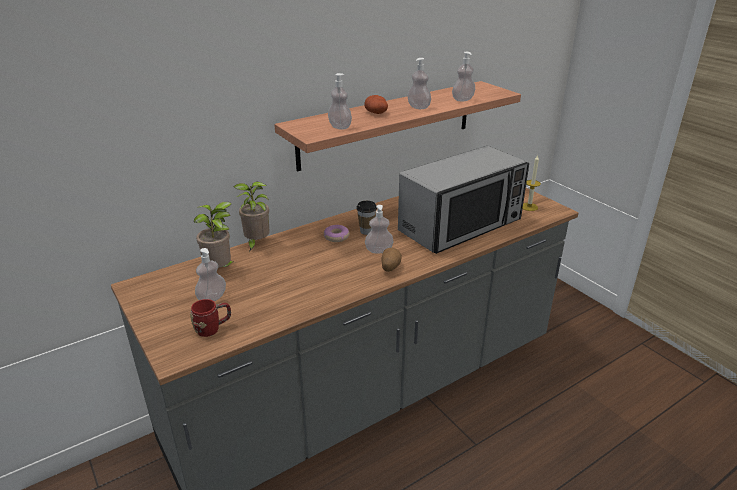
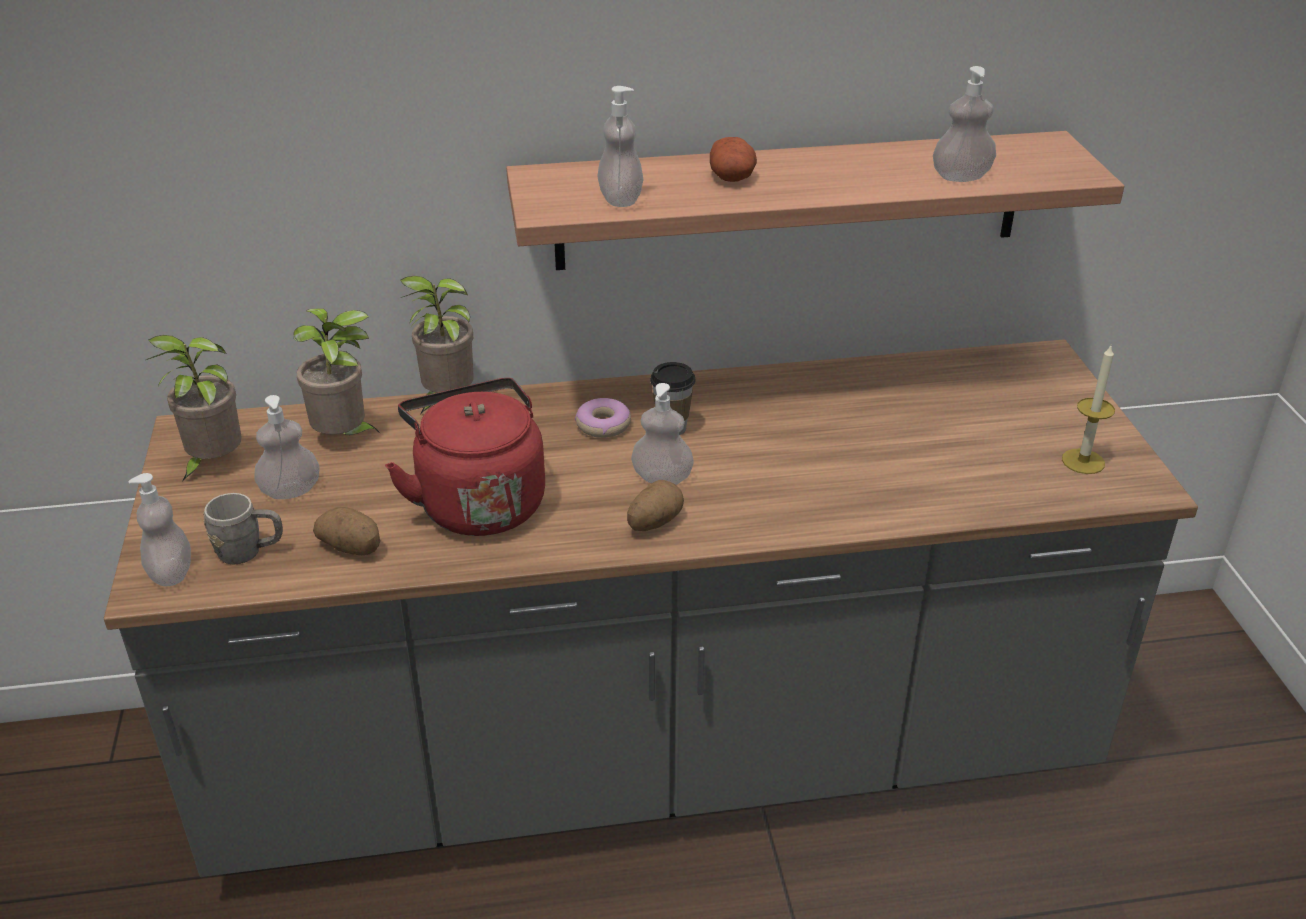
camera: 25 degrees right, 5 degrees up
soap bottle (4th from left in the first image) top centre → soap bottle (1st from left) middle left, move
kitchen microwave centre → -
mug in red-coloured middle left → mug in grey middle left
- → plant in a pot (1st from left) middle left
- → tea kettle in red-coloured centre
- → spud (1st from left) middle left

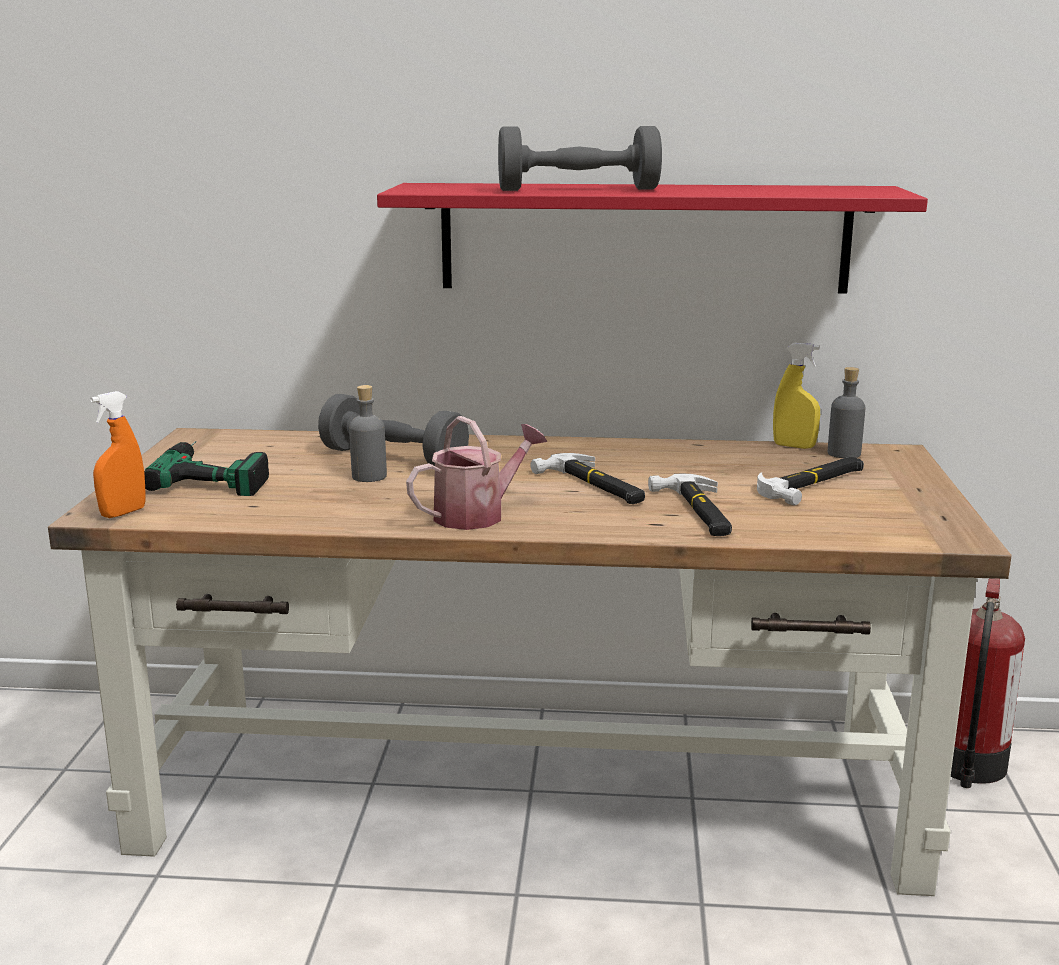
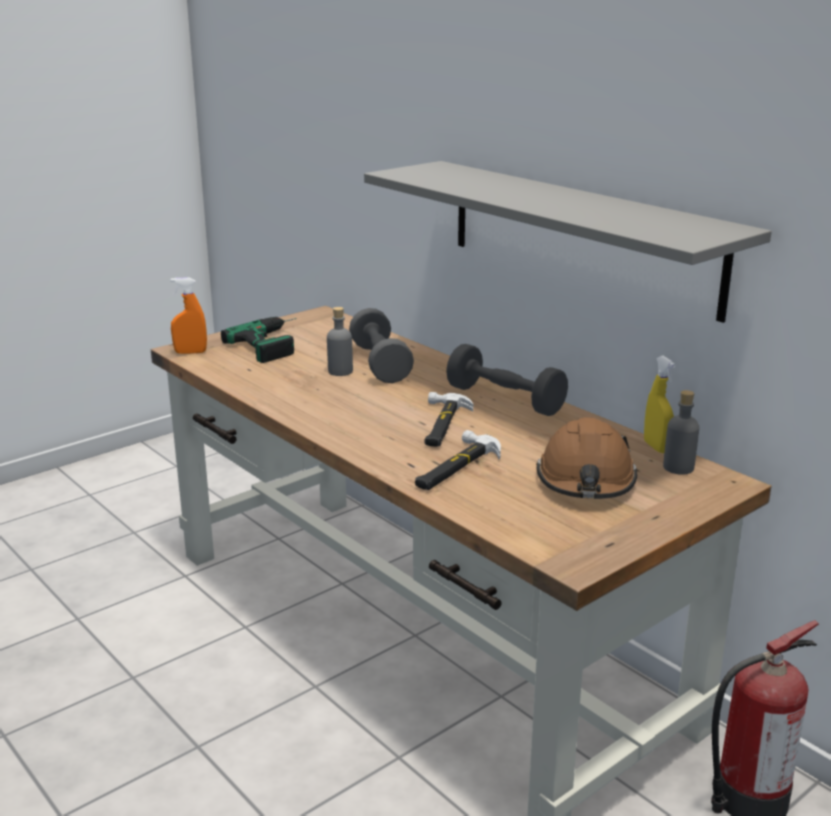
camera: 45 degrees right, 5 degrees up
free weight in grey (2nd from left) top centre → free weight in grey (2nd from left) centre, move
shelf in red-coloured top centre → shelf in grey top right
sprinkling can centre → -
hammer (3rd from left) middle right → work helmet in brown-coloured middle right

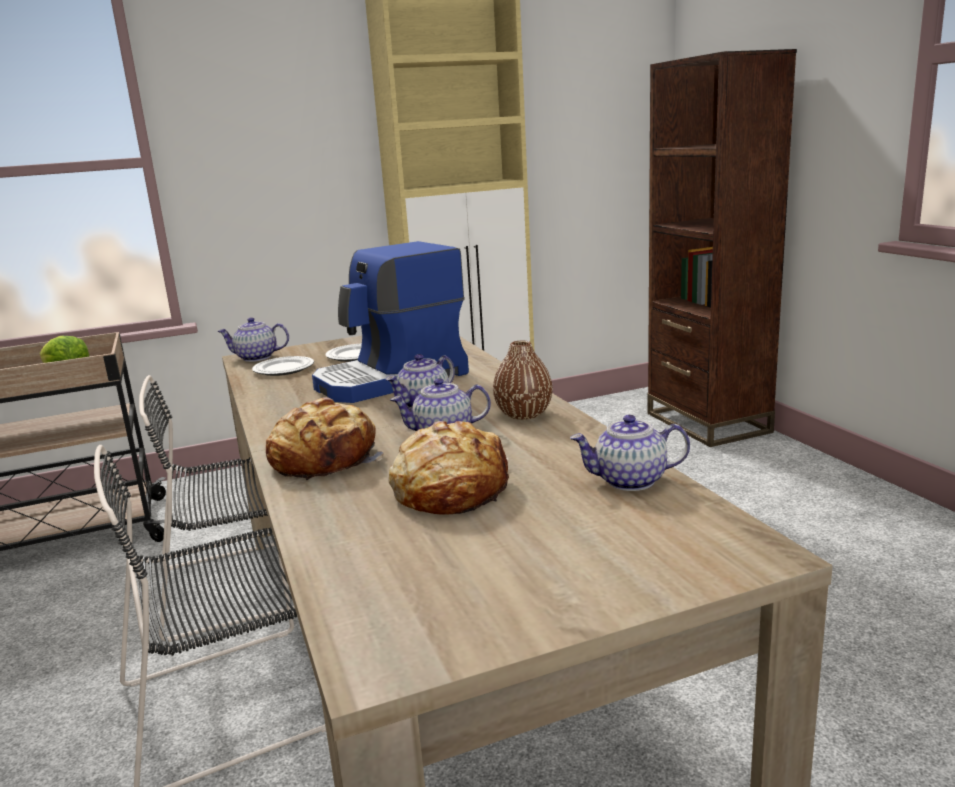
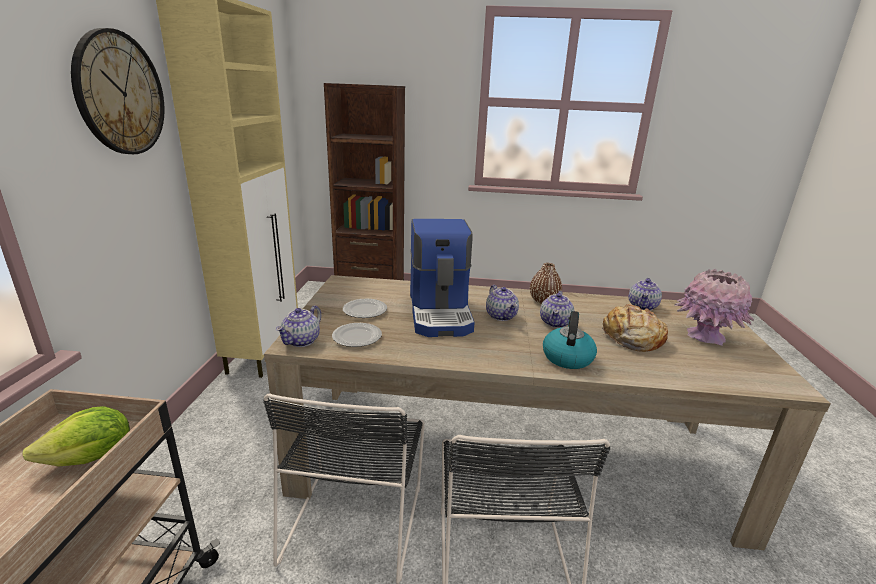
camera: 65 degrees left, 5 degrees up
bakery bread (1st from left) centre → tea kettle centre
- → hanging clock top left
- → vase in pink-coloured middle right

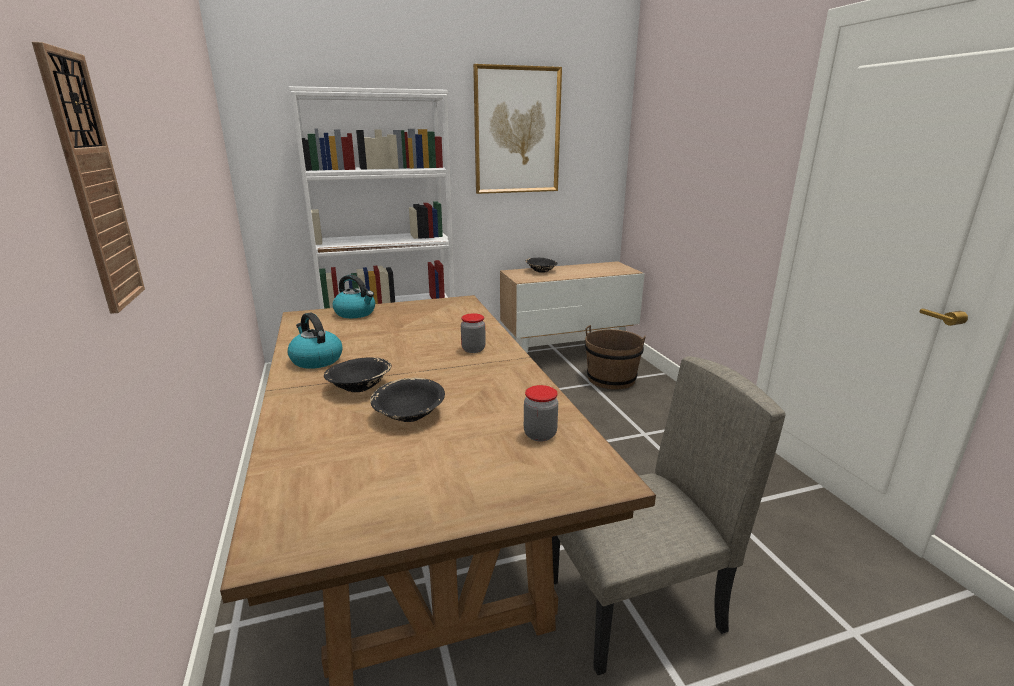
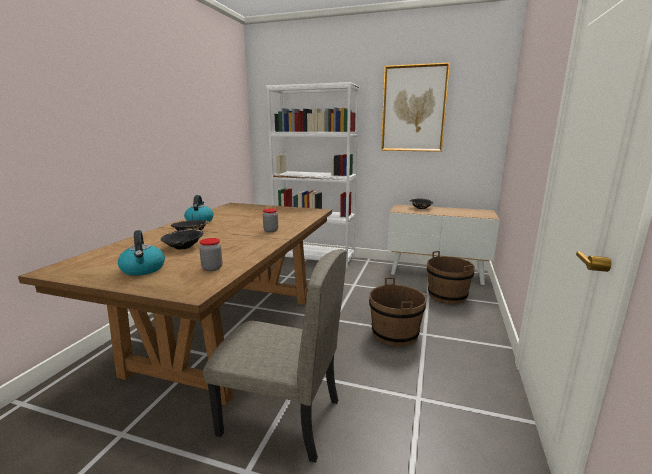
camera: 35 degrees right, 5 degrees down
hanging clock top left → -
tea kettle (2nd from left in the first image) centre → tea kettle (1st from left) middle left, move
- → pail in brown-coloured (1st from left) centre

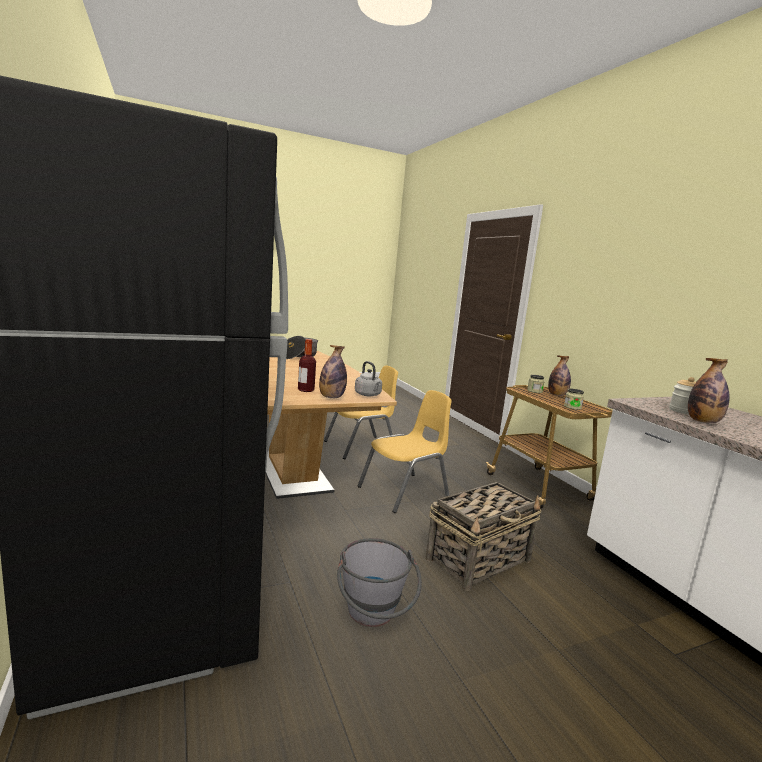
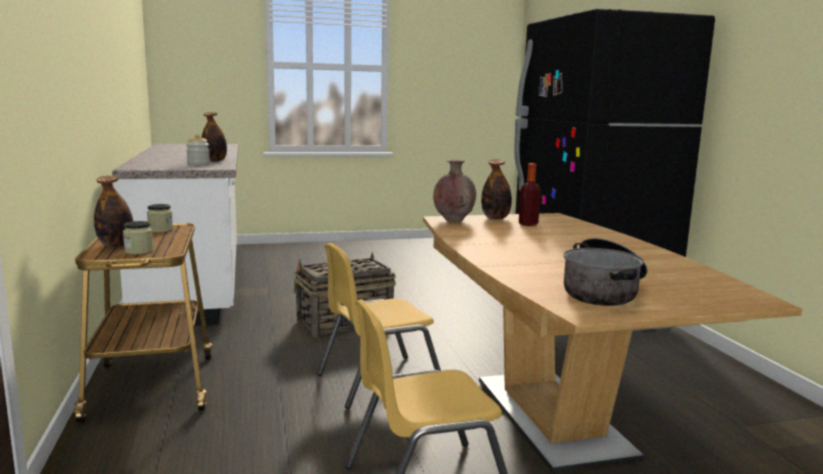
camera: 170 degrees left, 0 degrees up
tea kettle in grey centre → vase in brown-coloured centre
pail in grey bottom centre → -

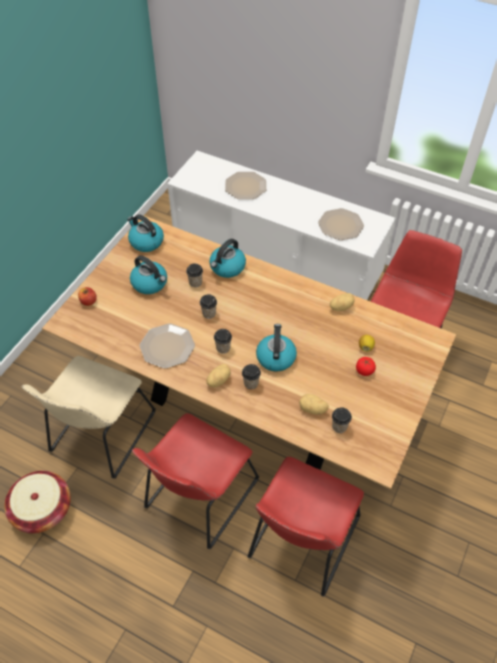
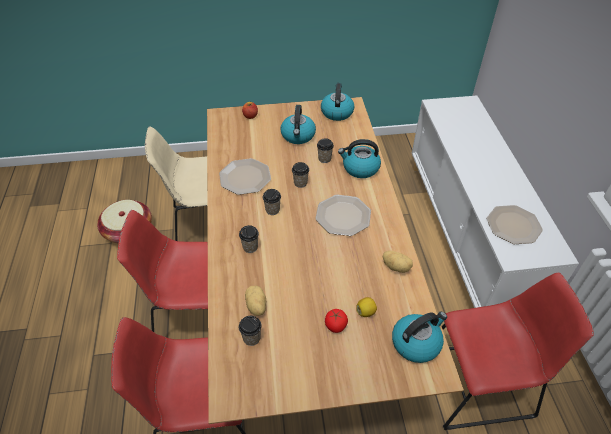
camera: 55 degrees right, 5 degrees down
dinner plate (2nd from left) top centre → dinner plate (2nd from left) centre, move
tea kettle (4th from left) centre → tea kettle (4th from left) bottom right, move
spud (1st from left) centre → -

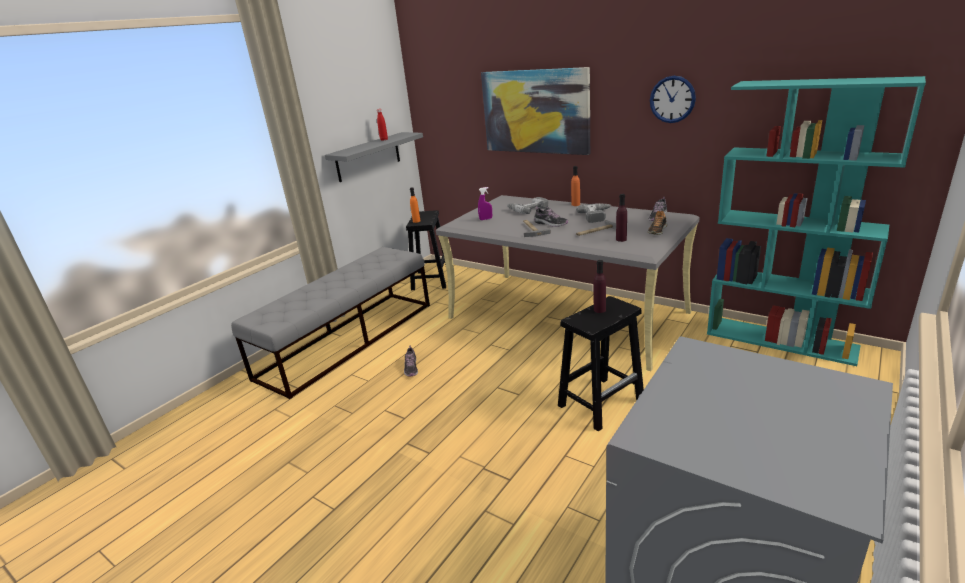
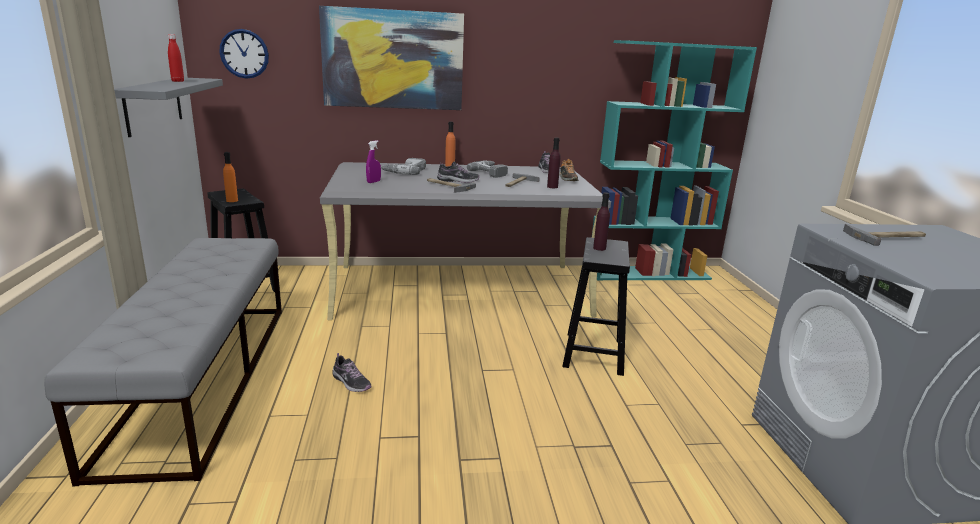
camera: 45 degrees left, 5 degrees down
hanging clock top right → hanging clock top left, move
- → hammer (3rd from left) middle right

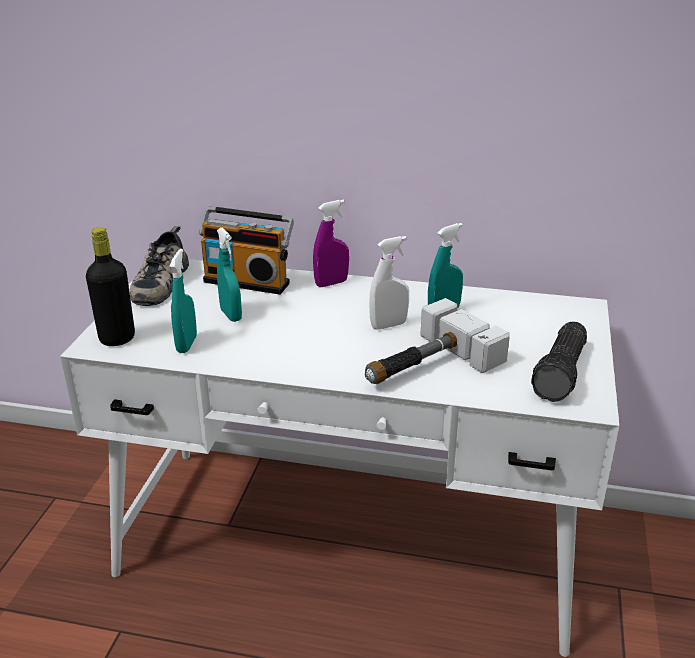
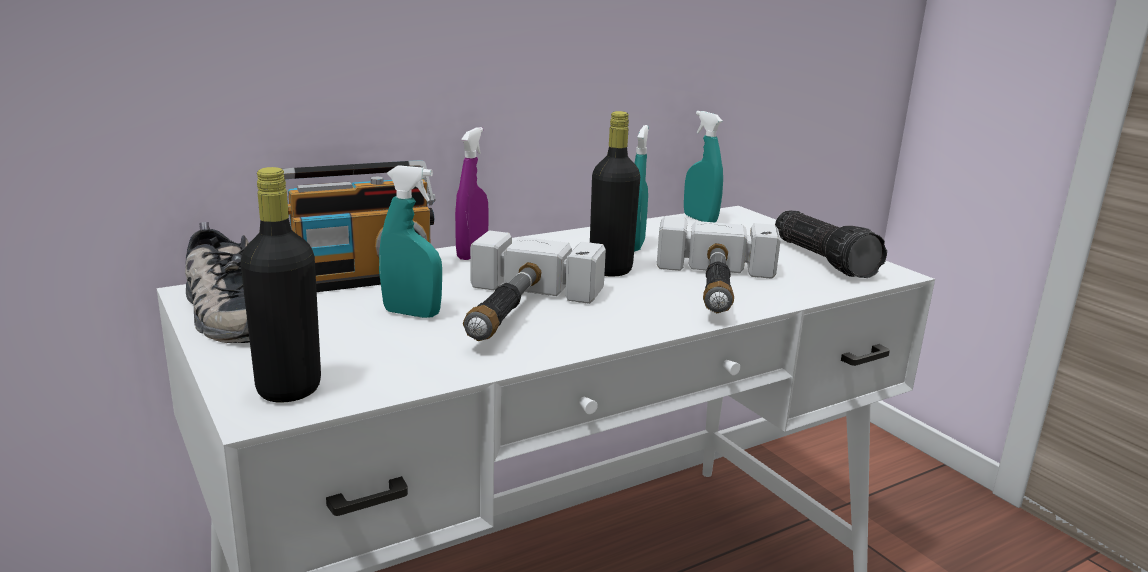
camera: 45 degrees left, 10 degrees down
hand sprayer in white centre → drink bottle in black (2nd from left) centre
hand sprayer in turquoise-coloured (1st from left in the first image) middle left → hand sprayer in turquoise-coloured (3rd from left) top centre, move
- → hammer (1st from left) centre

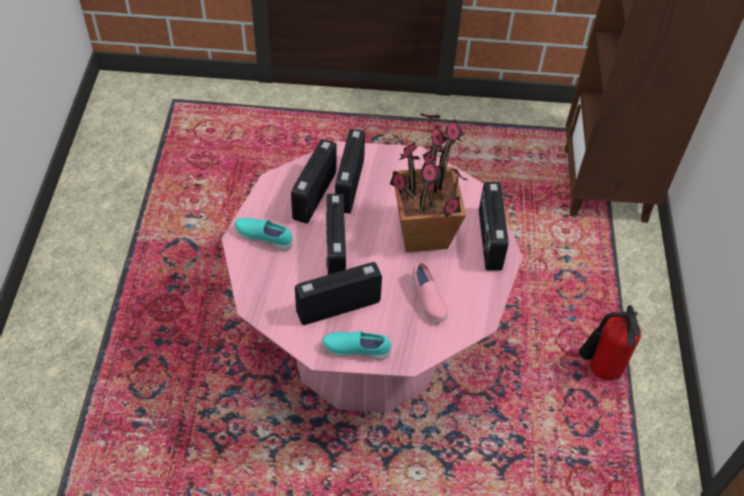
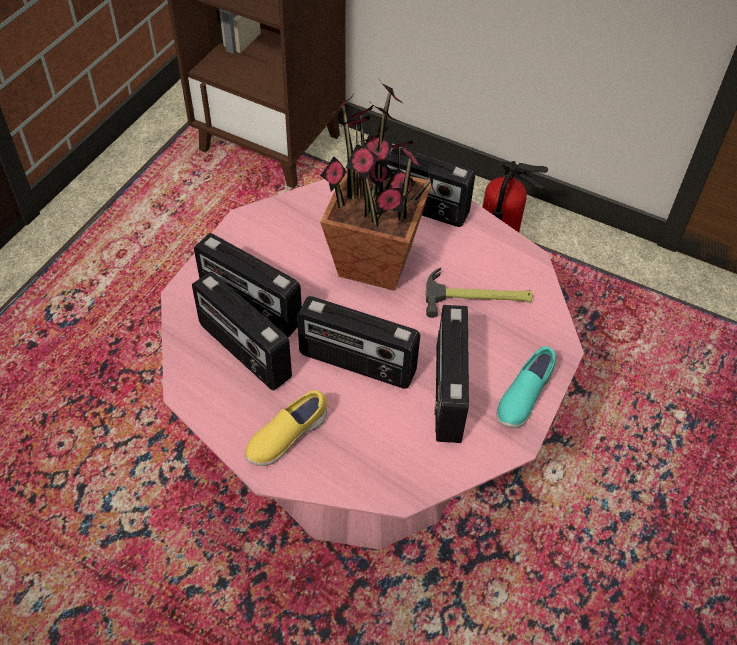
camera: 65 degrees left, 0 degrees up
shoe in turquoise-coloured (1st from left) centre → shoe in yellowish centre
shoe in pink-coloured centre → hammer centre

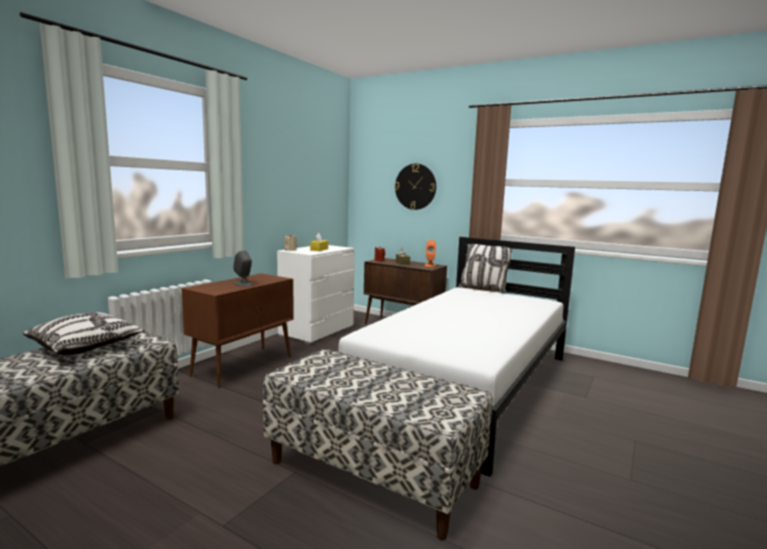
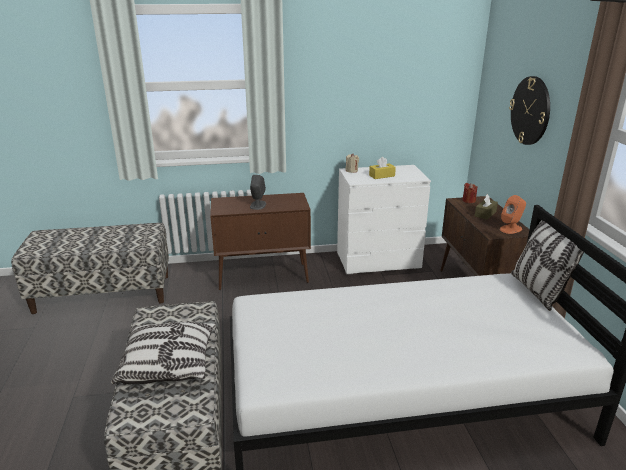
camera: 50 degrees right, 15 degrees up
cushion (1st from left) middle left → cushion (1st from left) bottom left, move

